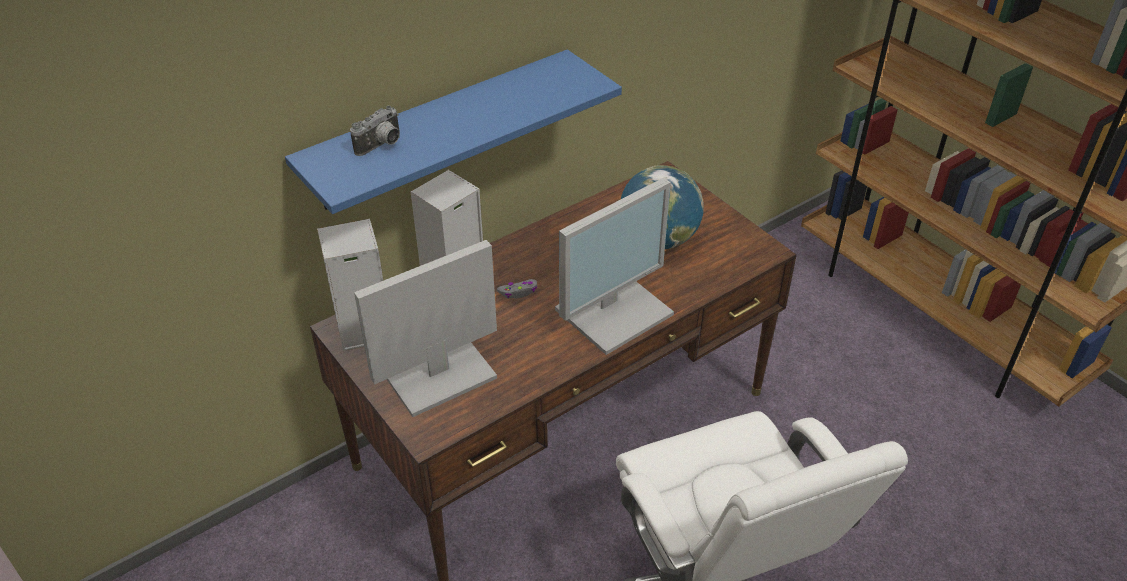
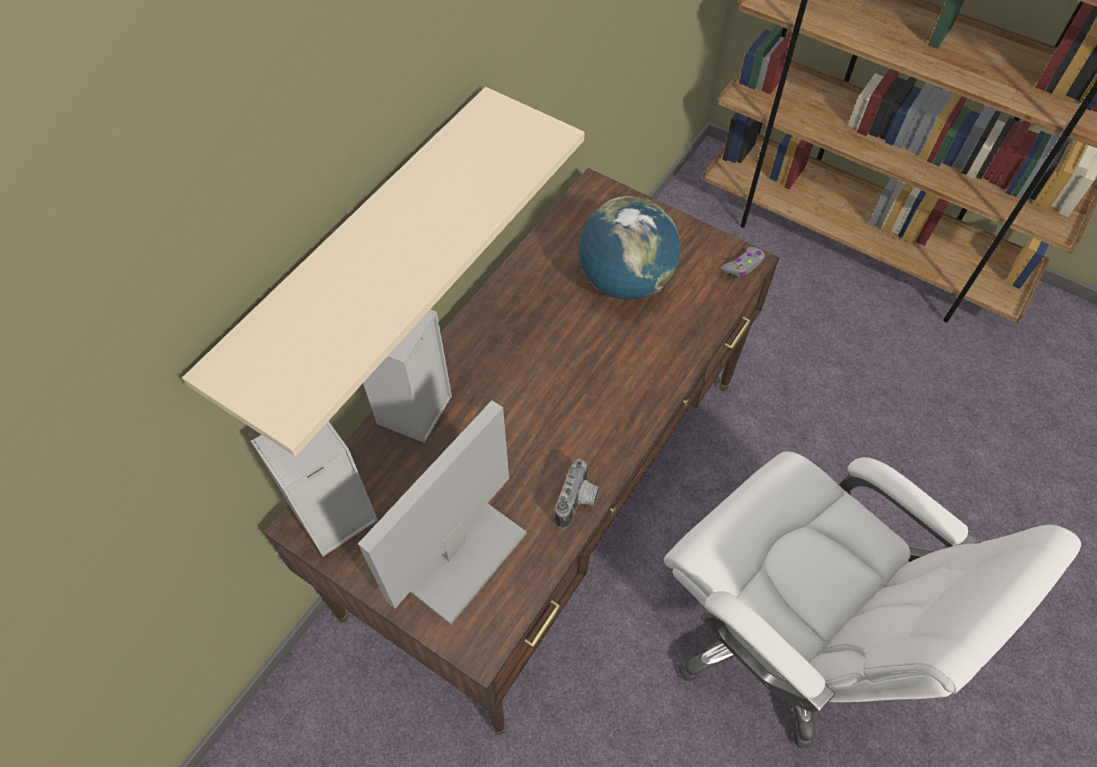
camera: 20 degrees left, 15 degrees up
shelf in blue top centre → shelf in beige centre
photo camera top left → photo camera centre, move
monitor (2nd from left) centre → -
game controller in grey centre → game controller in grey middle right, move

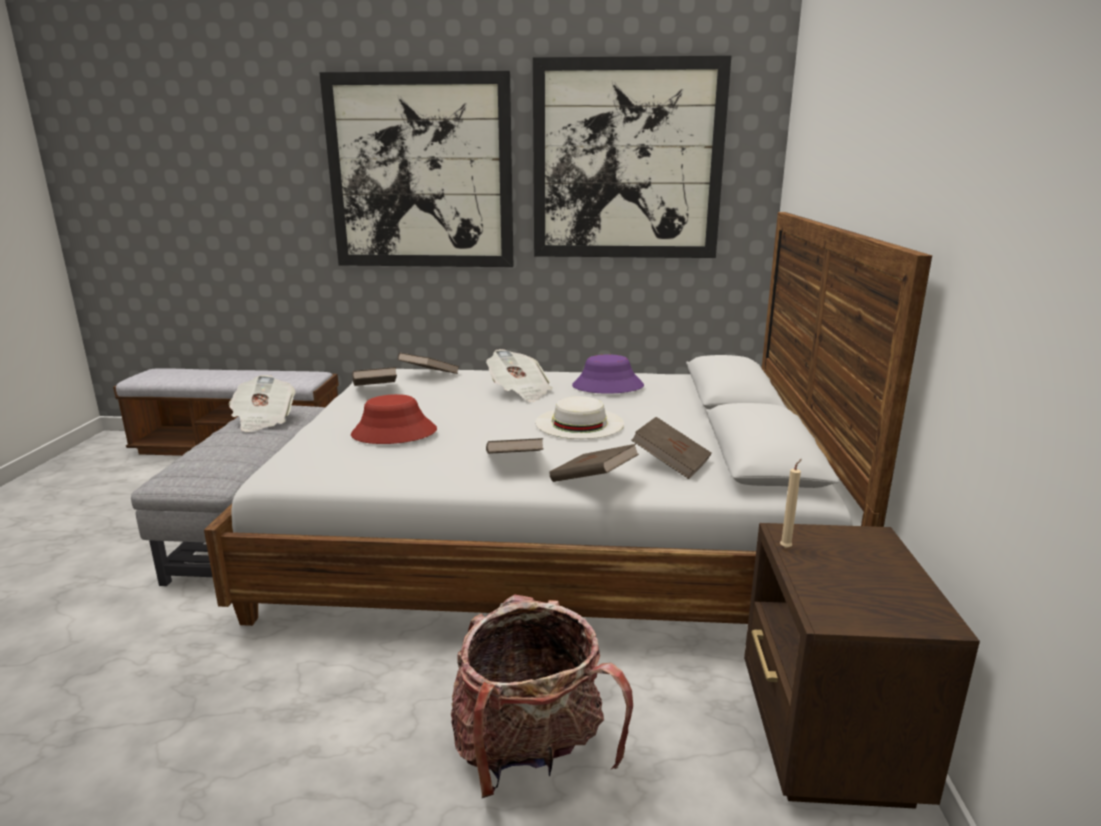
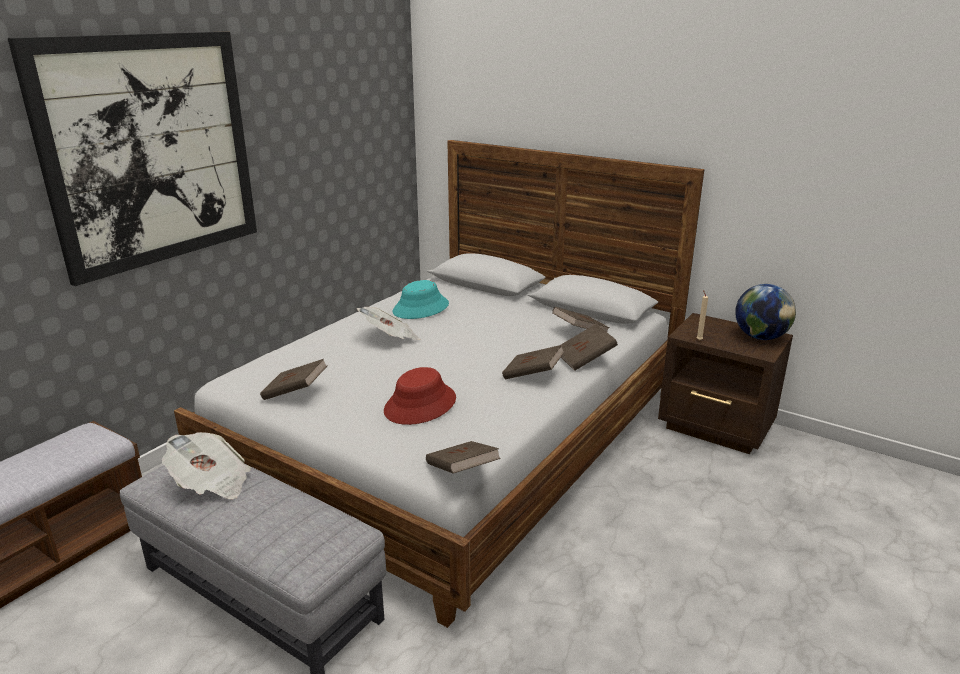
camera: 60 degrees left, 5 degrees up
wall art (2nd from left) top centre → -
bound book in brown-coloured (2nd from left) centre → bound book in brown-coloured (2nd from left) bottom centre, move
hat in purplish centre → hat in turquoise-coloured centre
hat in white centre → -
knapsack bottom centre → -
- → desk globe middle right

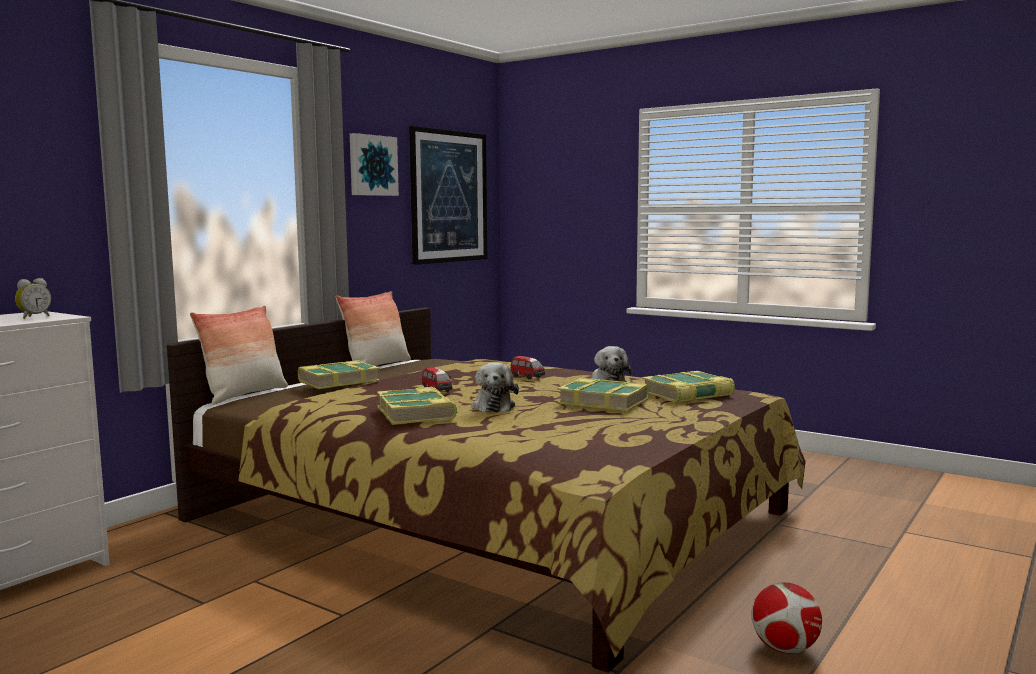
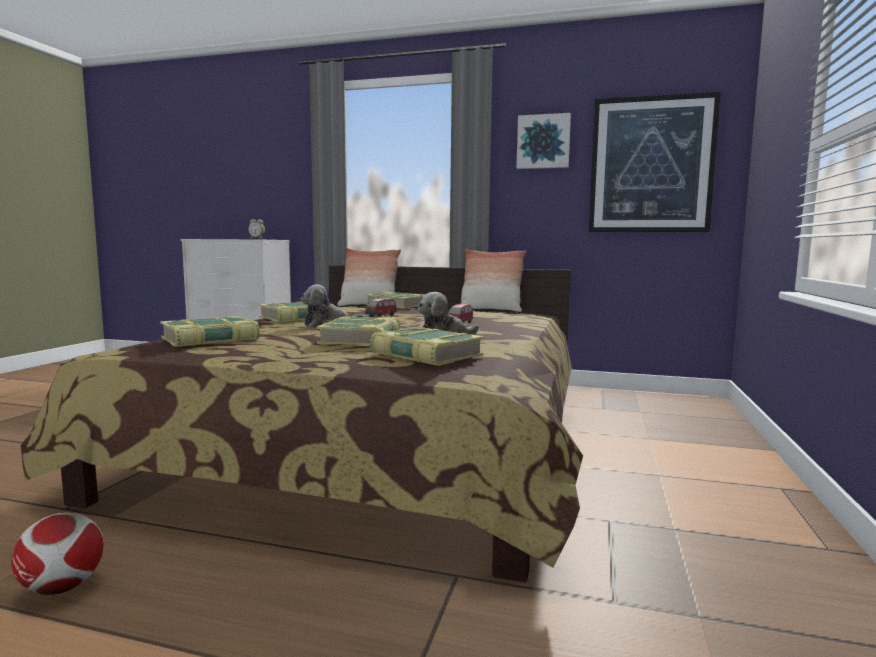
camera: 70 degrees right, 0 degrees up
- → bound book (1st from left) middle left

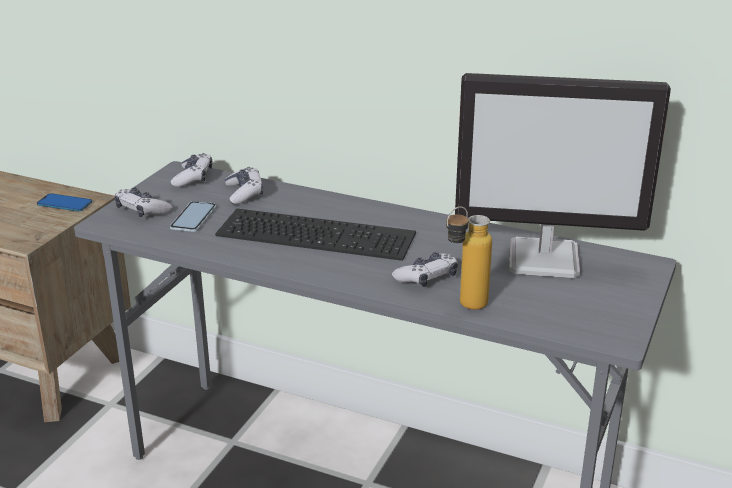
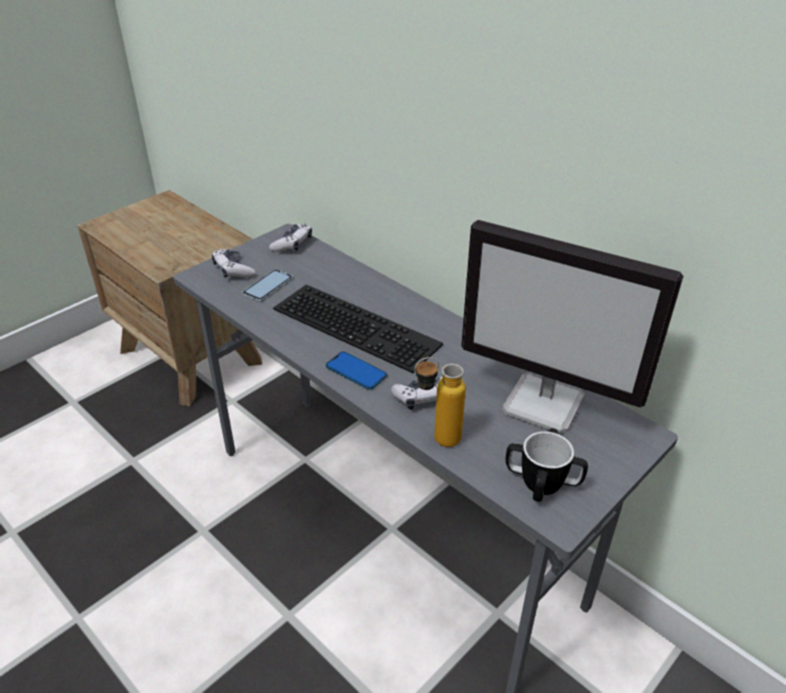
camera: 20 degrees right, 10 degrees up
game controller (3rd from left) centre → -
handset (1st from left in the first image) middle left → handset (2nd from left) centre, move
- → mug bottom right

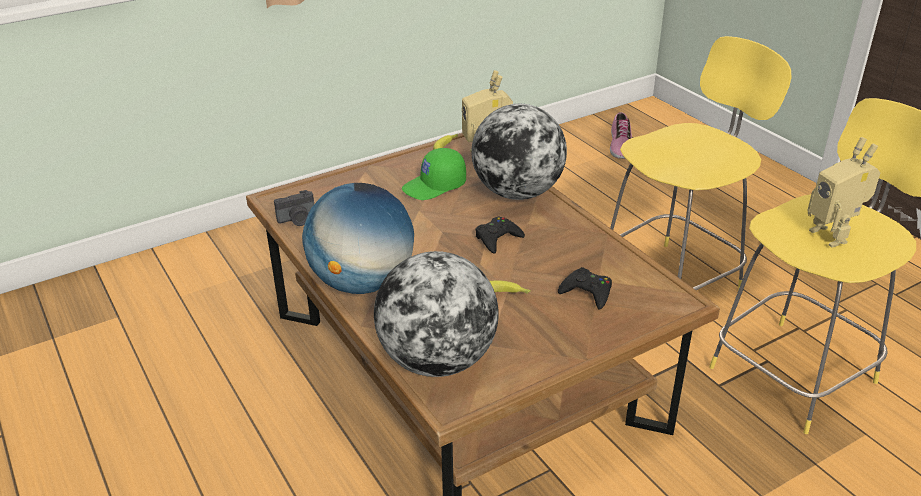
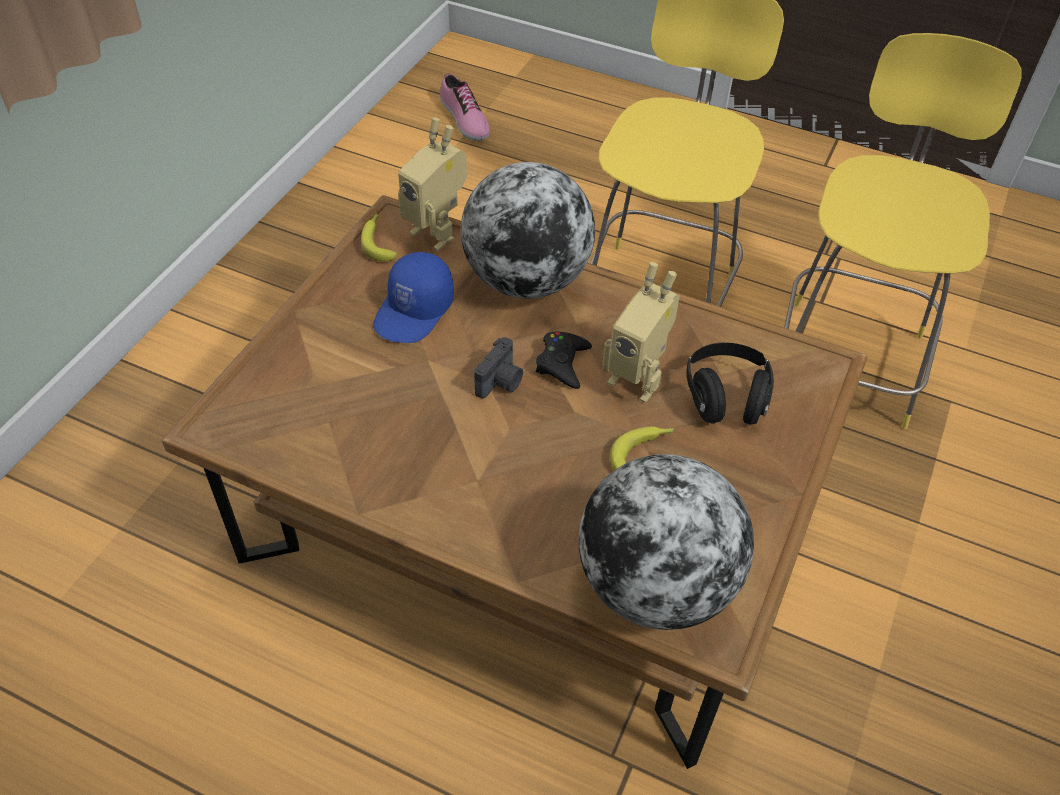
camera: 35 degrees left, 15 degrees up
robot figure (2nd from left) middle right → robot figure (2nd from left) centre, move
cap in greenish centre → cap in blue centre
desk globe (1st from left) centre → -
photo camera middle left → photo camera centre, move
game controller in black (2nd from left) centre → headphones in black middle right

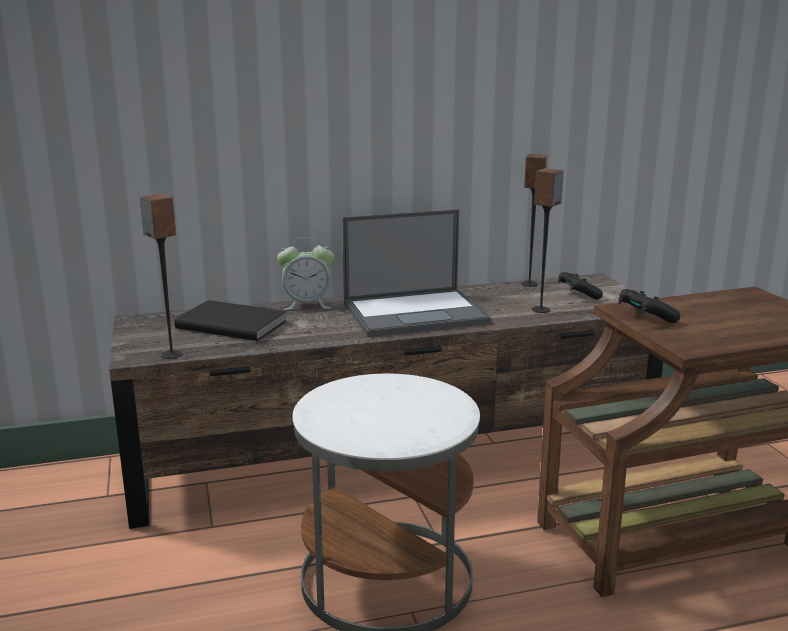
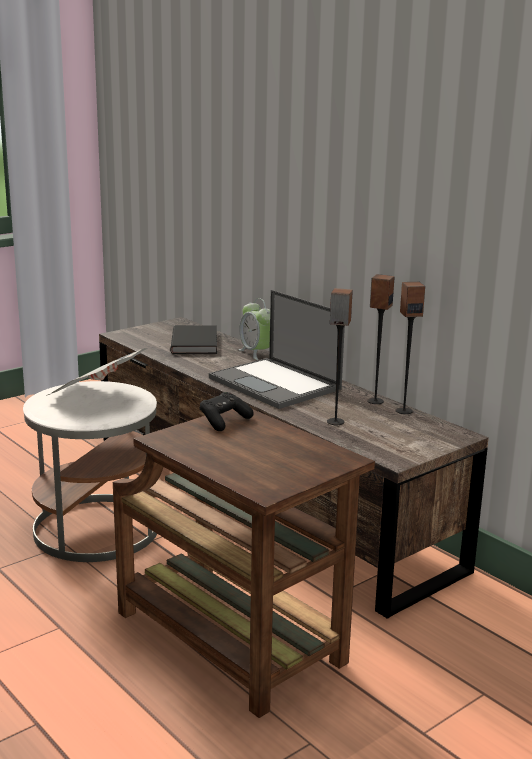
camera: 65 degrees right, 0 degrees up
loudspeaker (1st from left in the first image) middle left → loudspeaker (2nd from left) middle right, move
game controller in black (1st from left) middle right → -
- → newspaper middle left

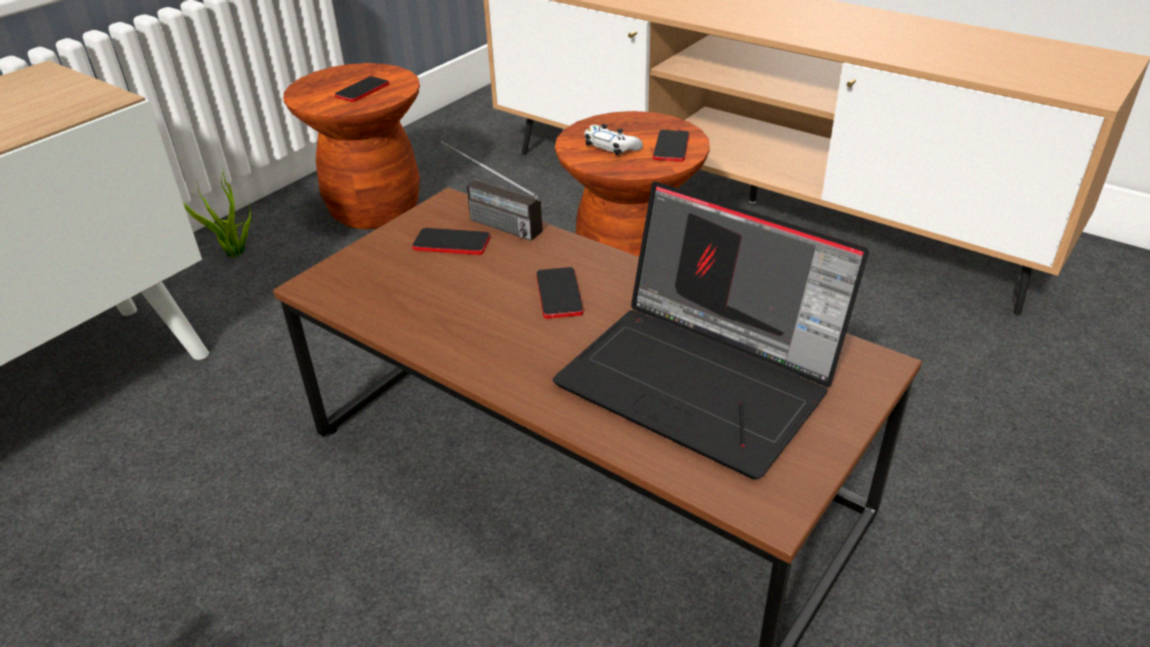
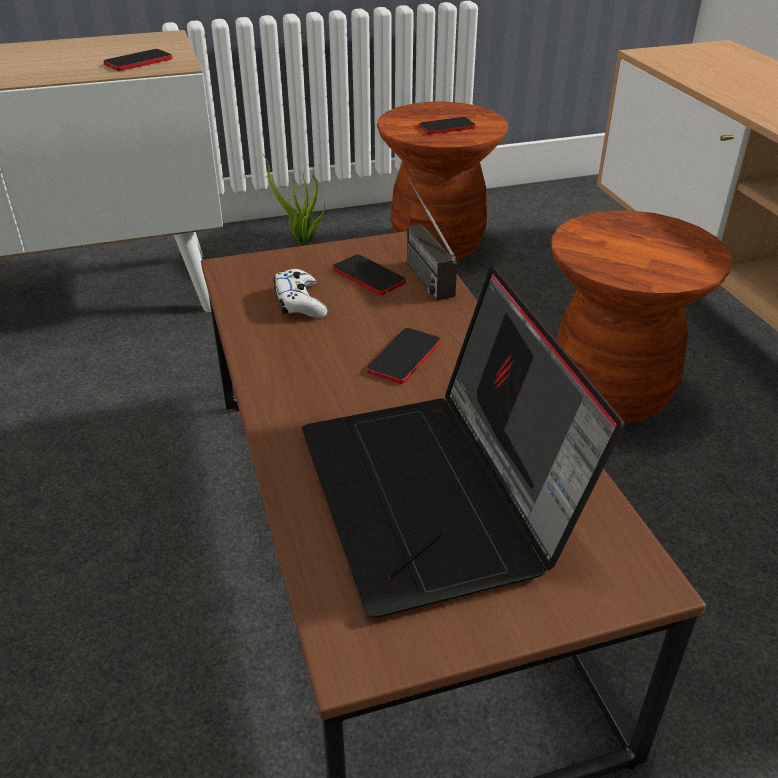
camera: 35 degrees right, 0 degrees up
game controller in white top centre → game controller in white centre, move
handset (4th from left in the first image) top centre → handset (1st from left) top left, move

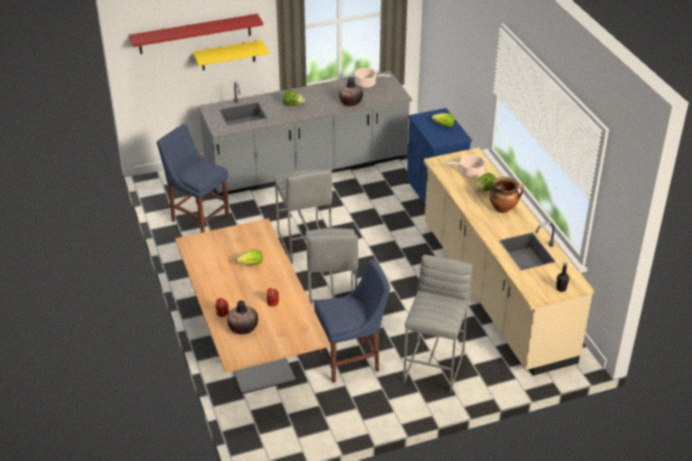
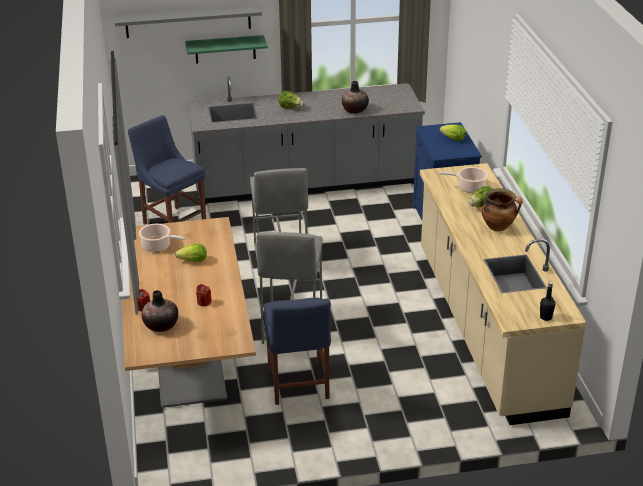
camera: 10 degrees right, 5 degrees down
shelf in red-coloured top left → shelf in grey top left
shelf in yellowish top centre → shelf in greenish top centre
stockpot (1st from left) top centre → stockpot (1st from left) middle left, move
stool seat in grey (3rd from left) bottom centre → -
plain chair in blue (2nd from left) bottom centre, 90 degrees clockwise

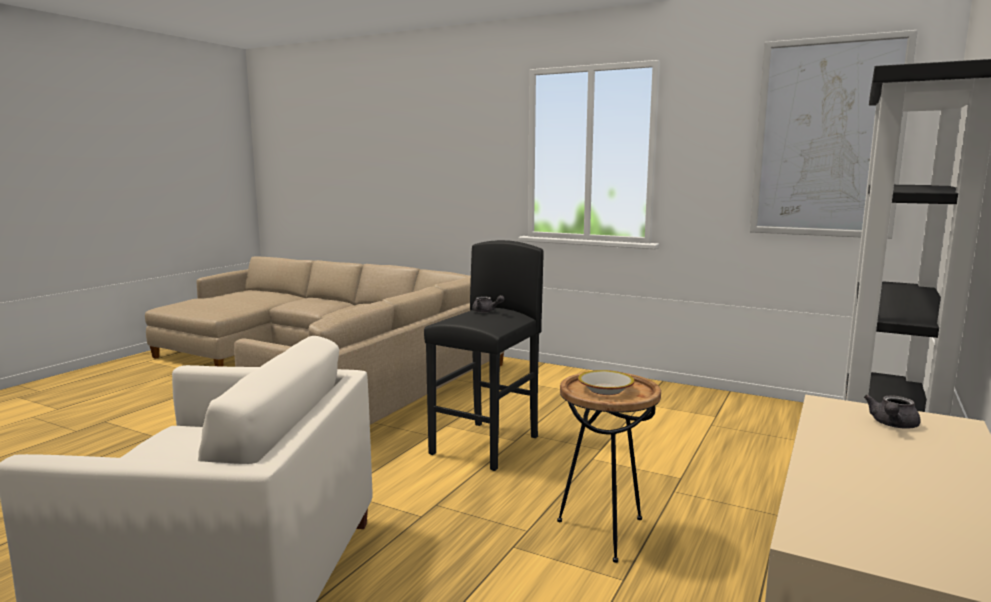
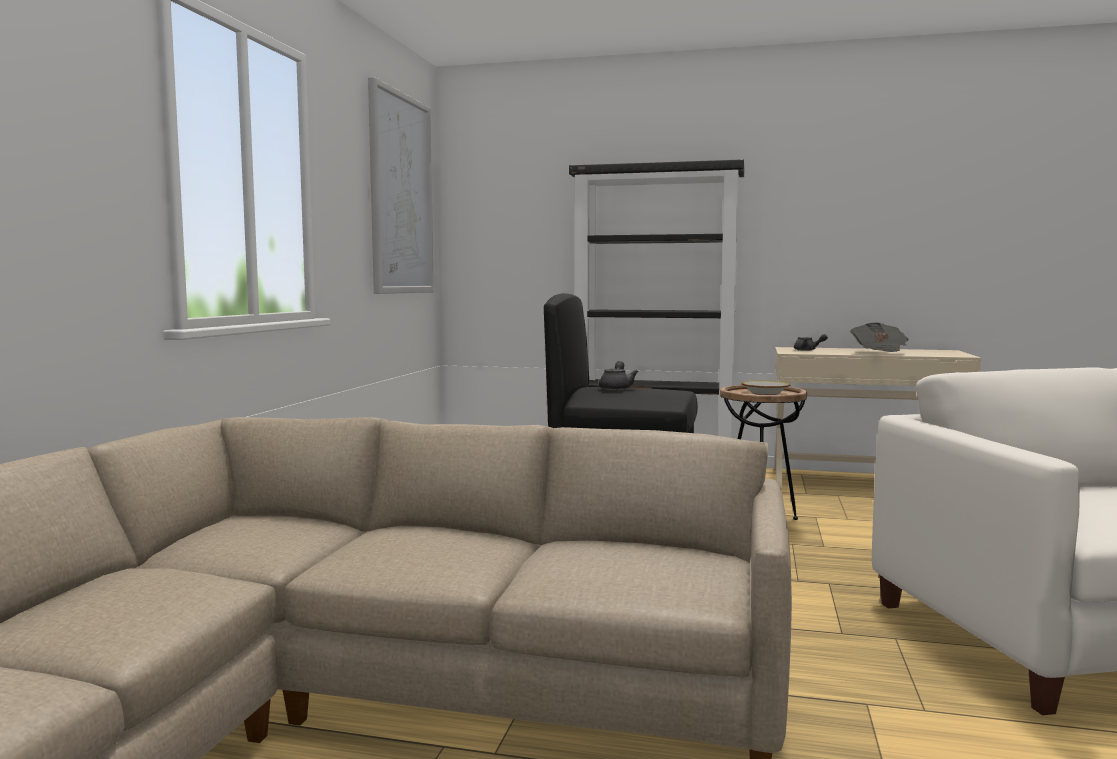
camera: 105 degrees left, 5 degrees down
- → newspaper middle right

